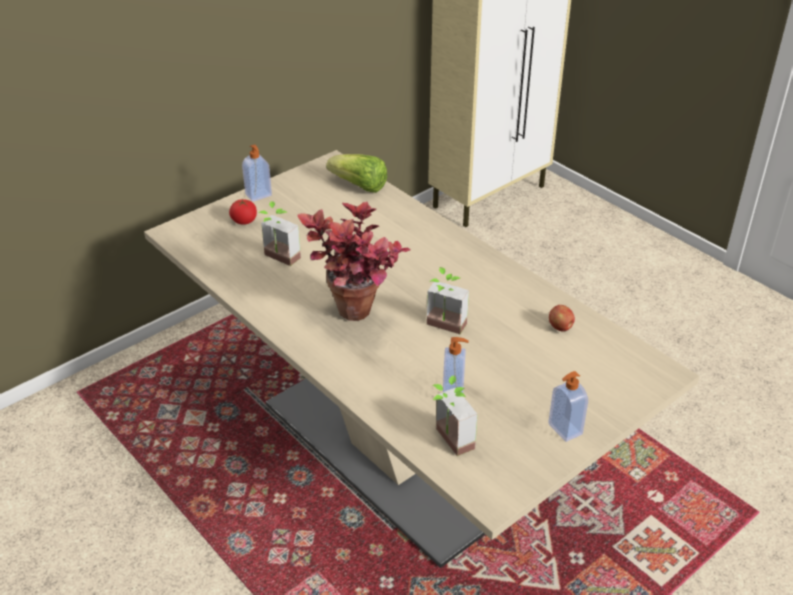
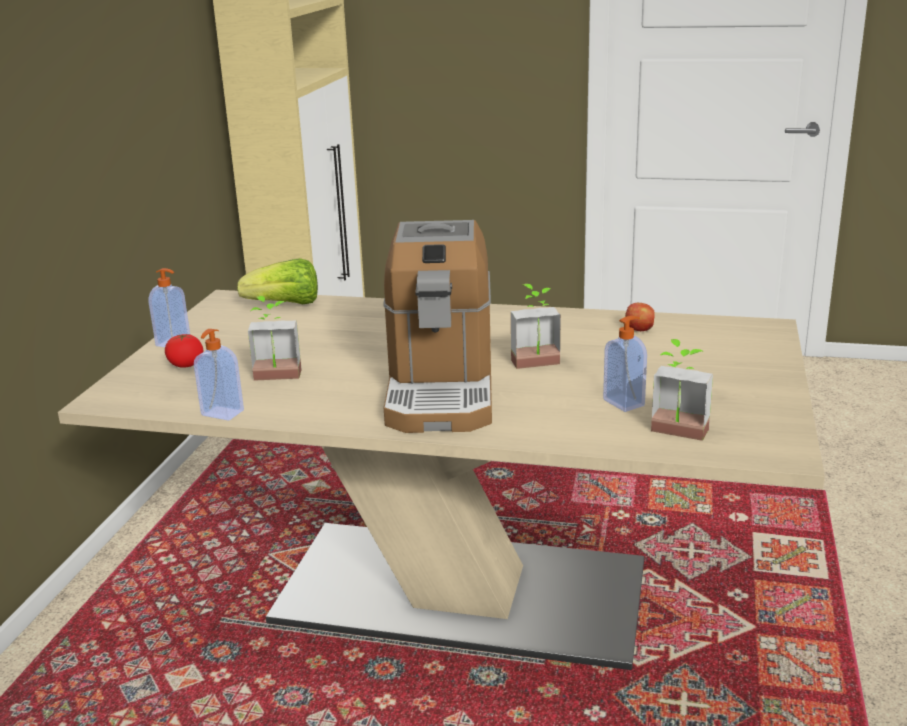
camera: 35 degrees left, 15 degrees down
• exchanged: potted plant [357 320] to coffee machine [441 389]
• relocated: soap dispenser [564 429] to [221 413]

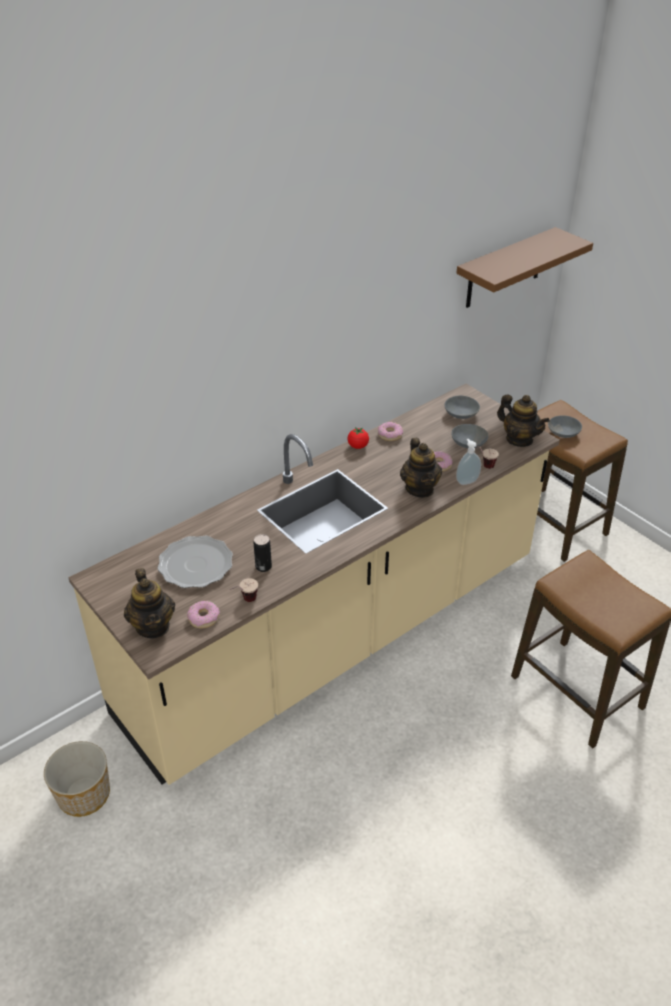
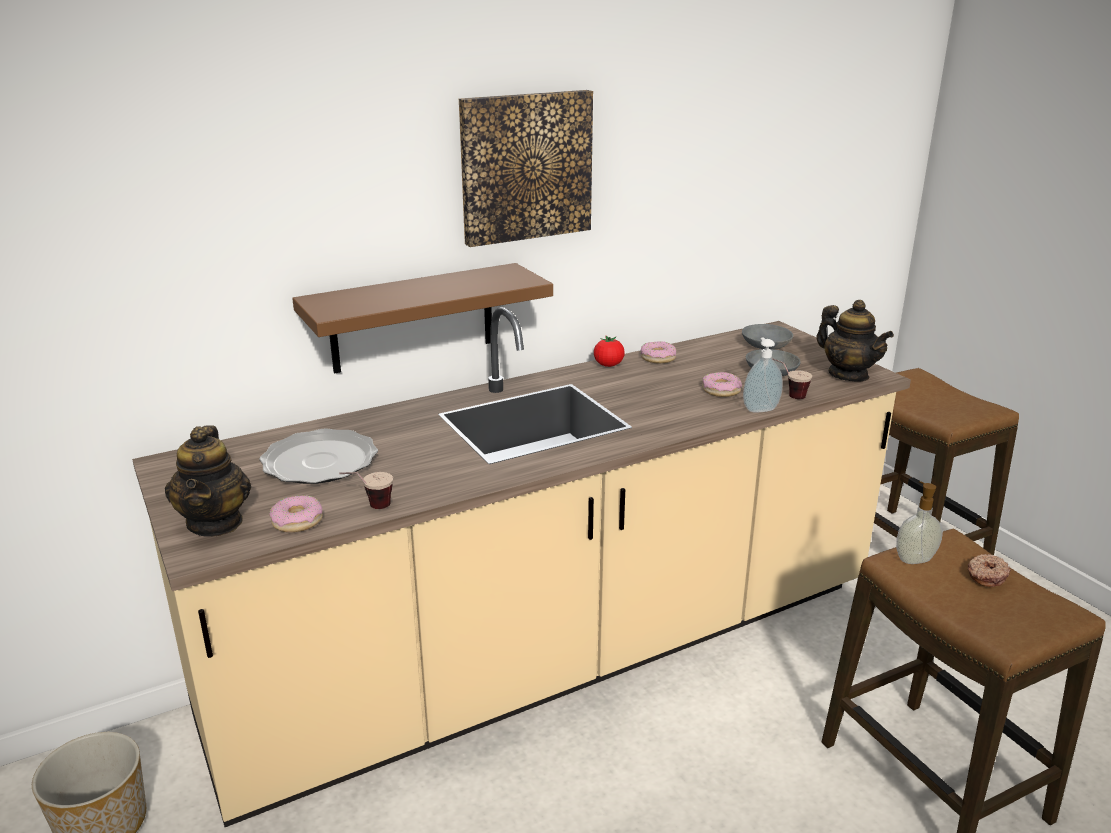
camera: 10 degrees right, 15 degrees down
• missing: can [263 567]
• missing: teapot [420 489]
• relocated: brown shelf [504 269] to [412 318]
• missing: grey bowl [563 432]
• appeared: picture [525 166]
• appeared: soap dispenser [914 559]
• appeared: donut [986 575]

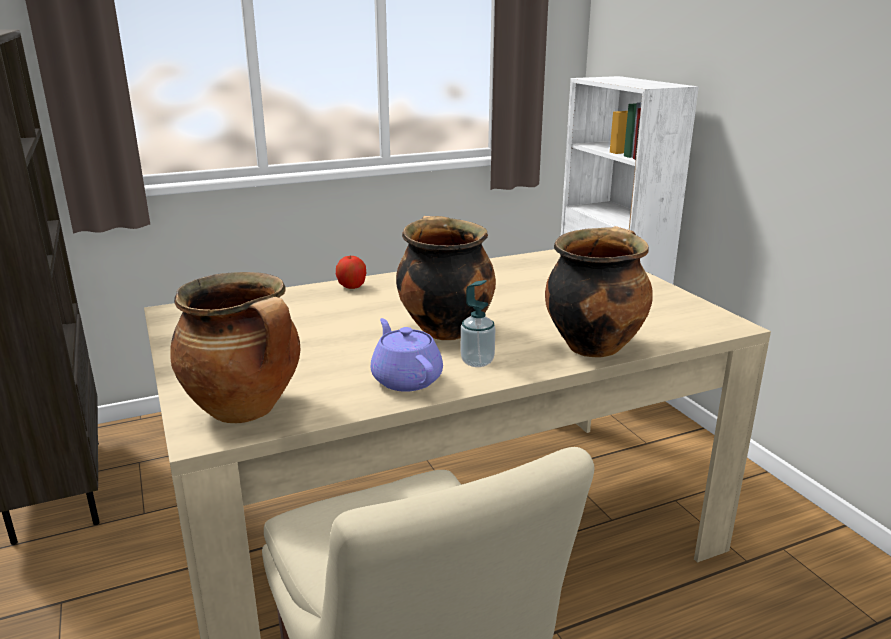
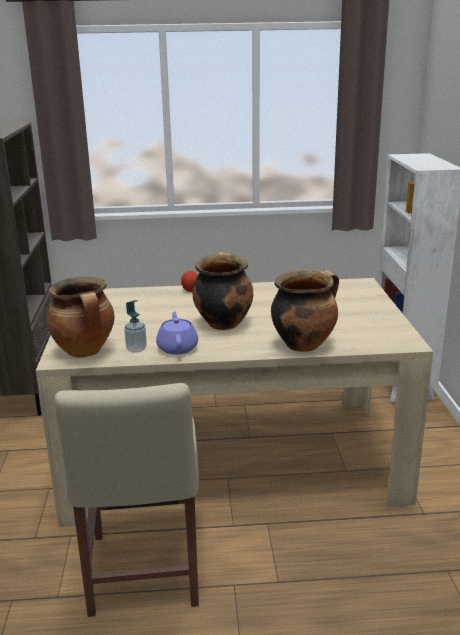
camera: 20 degrees right, 0 degrees up
• relocated: soap dispenser [477 362] to [136 349]

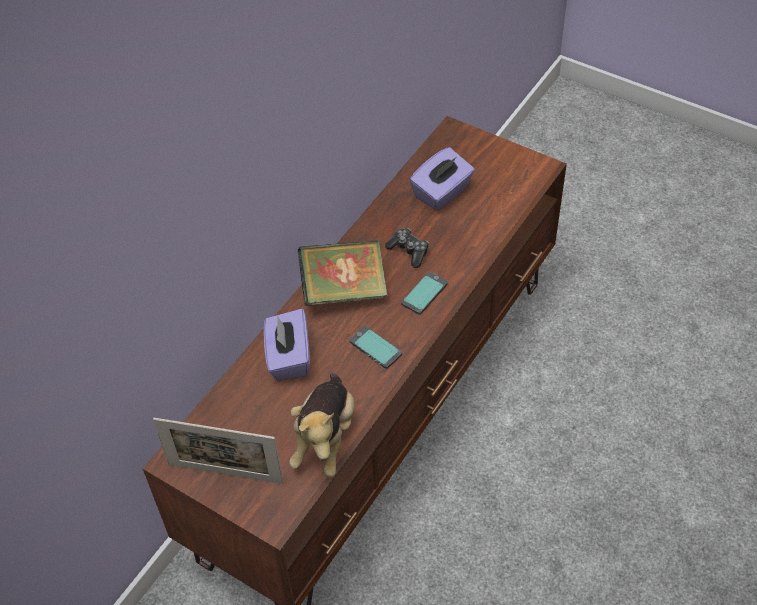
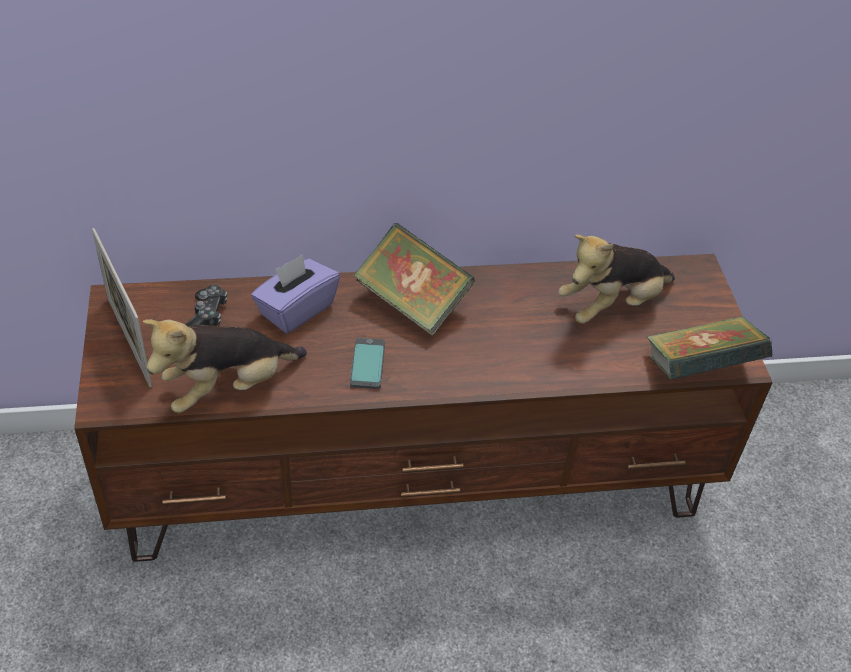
camera: 45 degrees right, 5 degrees down
• relocated: game controller [409 251] to [207 314]
• missing: phone [424 293]
• exchanged: purple tissue box [442 193] to plush toy [611 305]
• appeared: book [699 370]

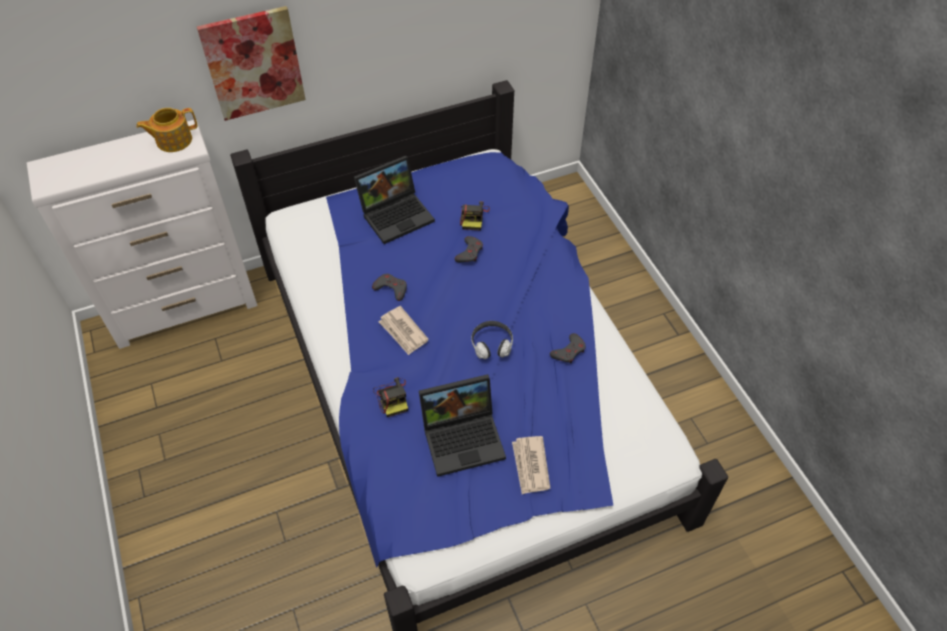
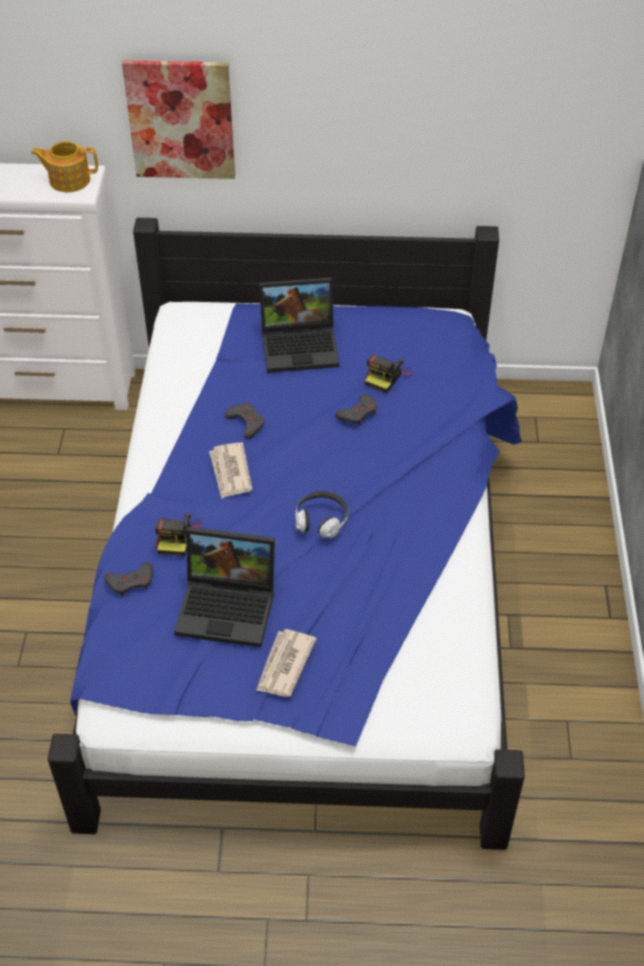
camera: 25 degrees right, 5 degrees down
• relocated: grey game controller [569 351] to [131 582]

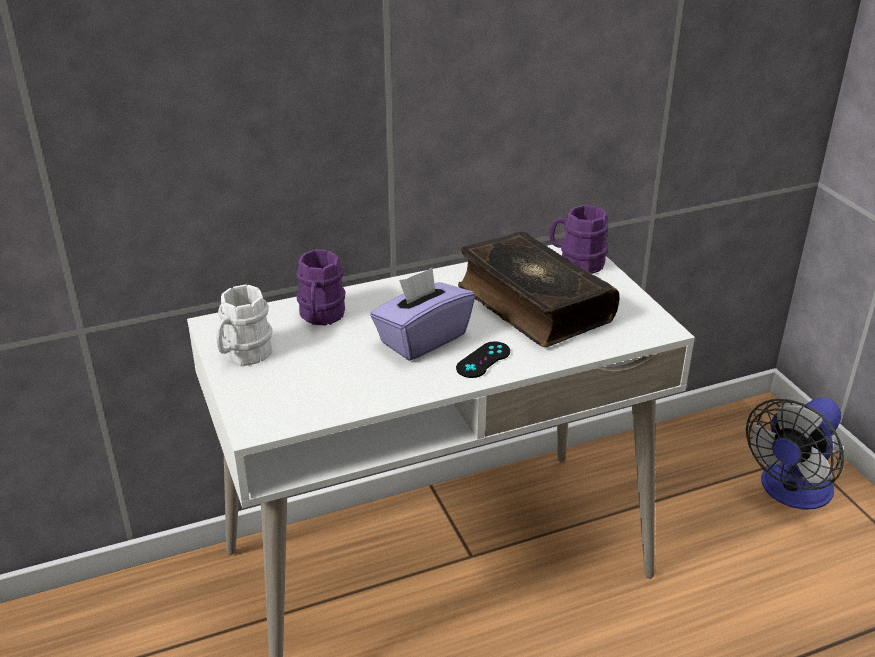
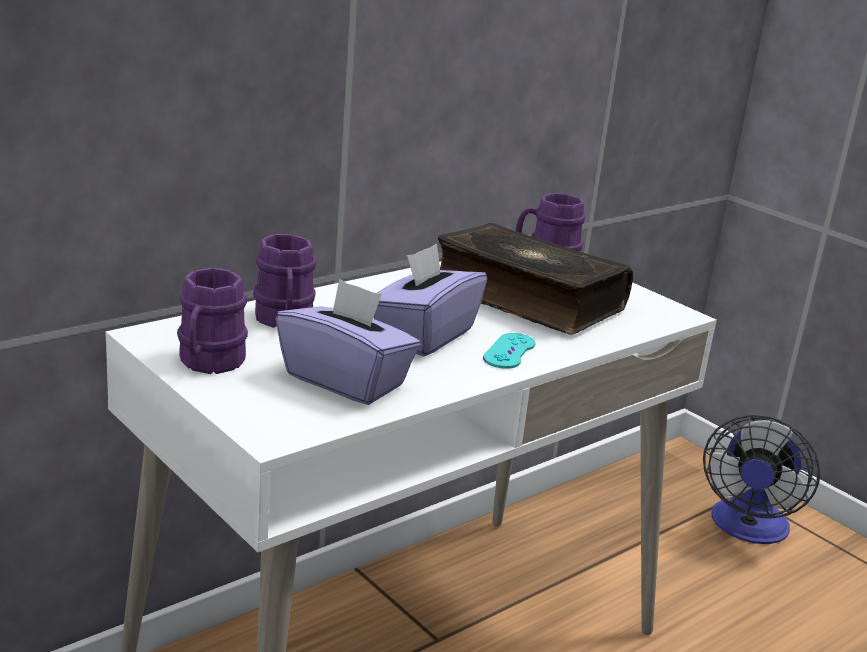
camera: 20 degrees left, 10 degrees down
• colour: white mug [243 355] to purple mug [208 363]
• colour: black game controller [483 360] to turquoise game controller [509 351]
• appeared: purple tissue box [346 380]

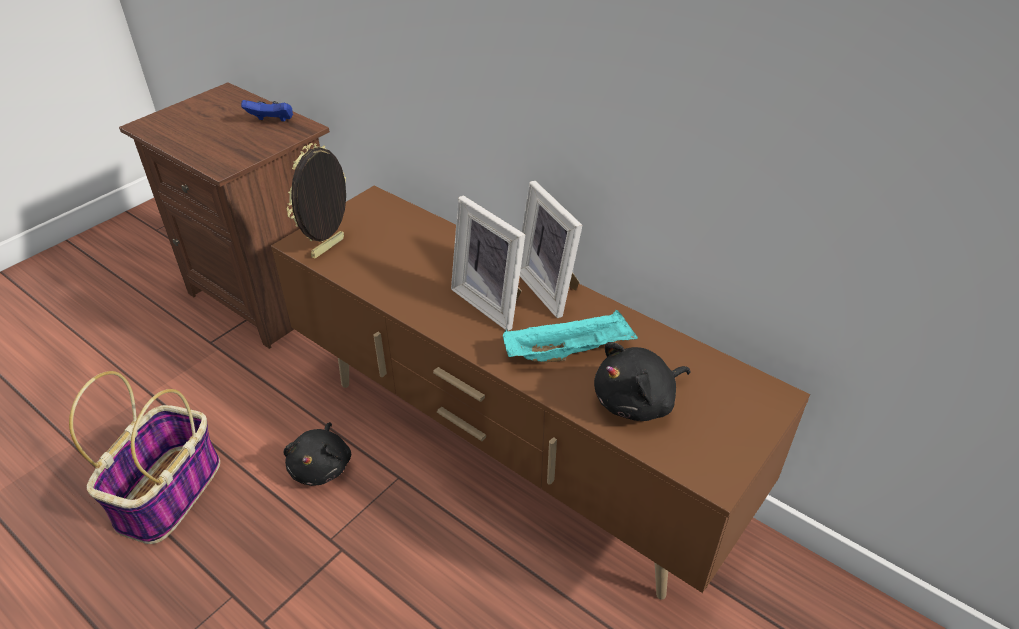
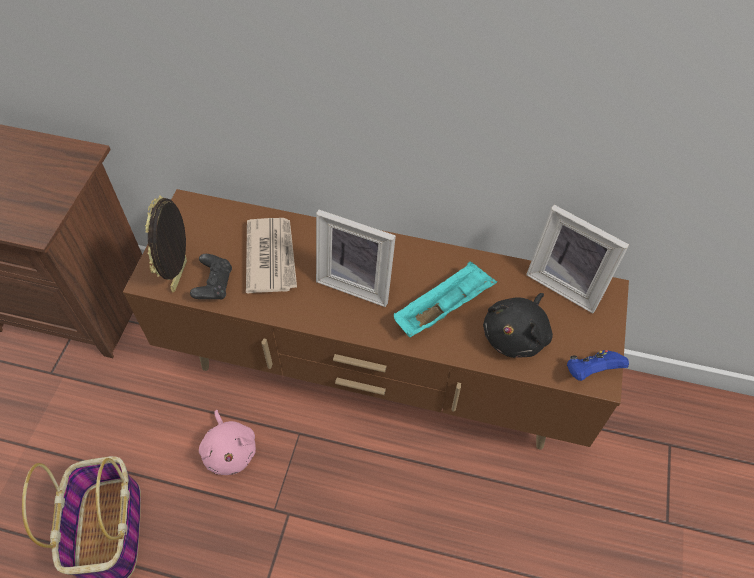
camera: 25 degrees left, 15 degrees up
• relocated: blue game controller [272 121] to [590 371]
• colour: black plush toy [322 466] to pink plush toy [230 450]
• relocated: picture frame [551 288] to [567 283]
• appeared: black game controller [214 285]
• appeared: newspaper [271 256]

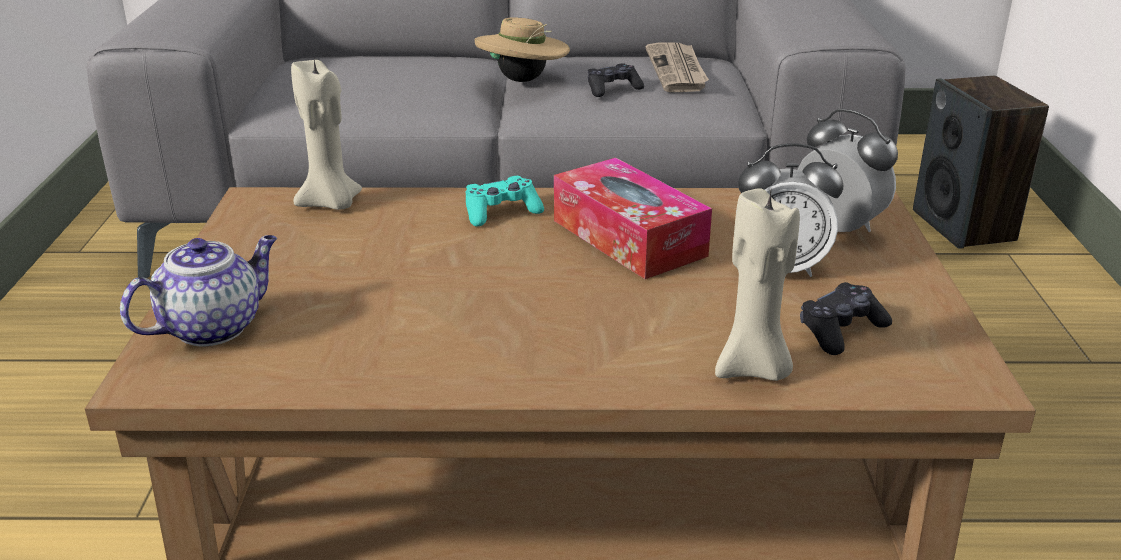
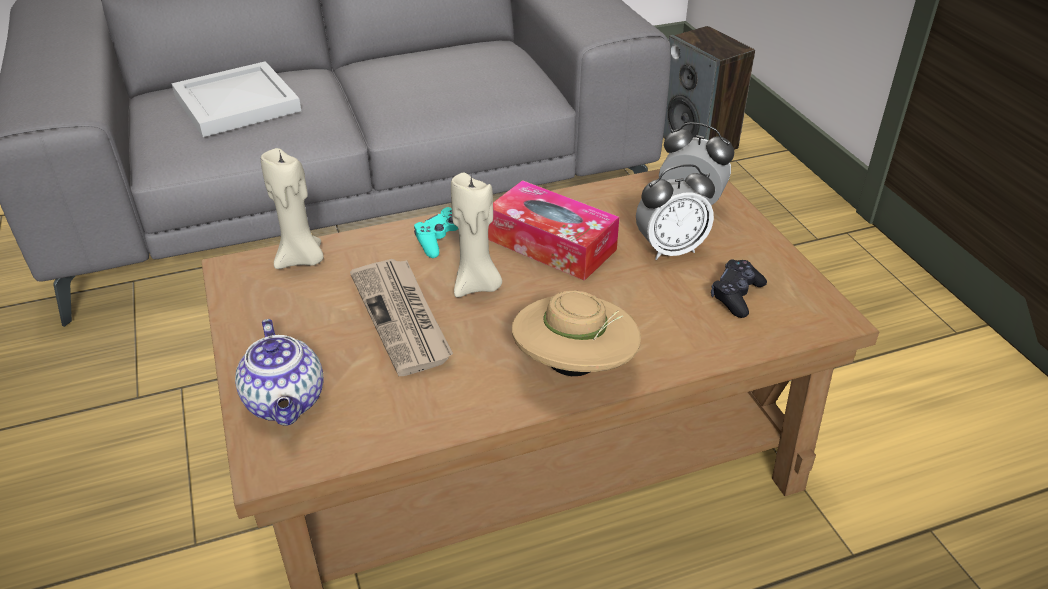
camera: 20 degrees left, 10 degrees up
• spun: teapot [213 327] = [286 402] 135 degrees clockwise
• relocated: beige hat [523 80] to [574 367]
• missing: black game controller [612 89]
• relocated: newspaper [678 70] to [403 318]
• relocated: beige candle [754 369] to [477 286]
• appeared: white tray [238 102]

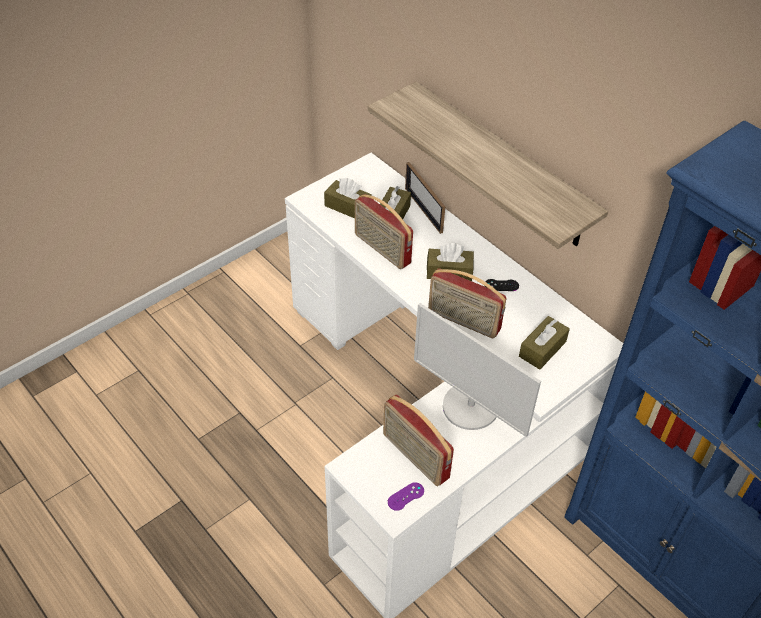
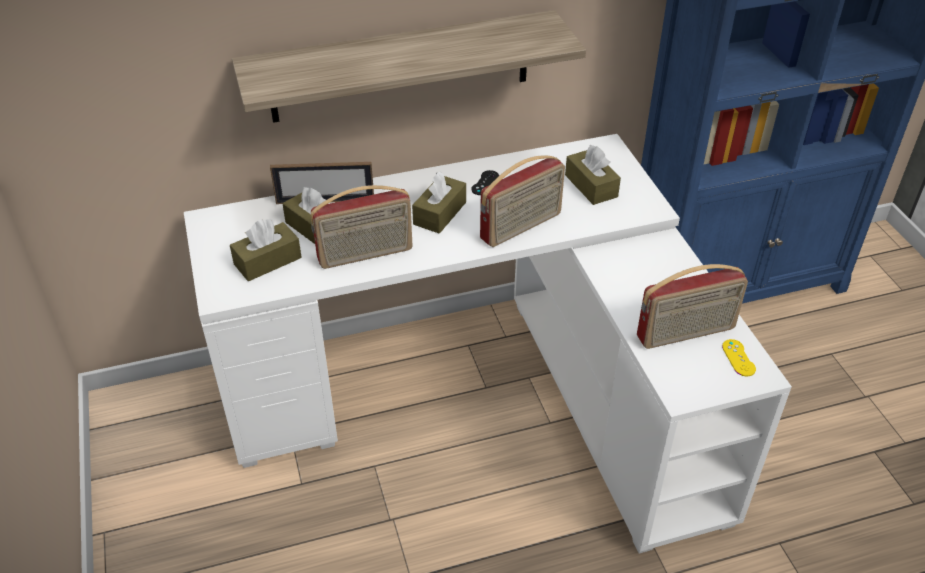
camera: 65 degrees left, 5 degrees down
• colour: purple game controller [406 496] to yellow game controller [738 358]
• missing: monitor [470 407]

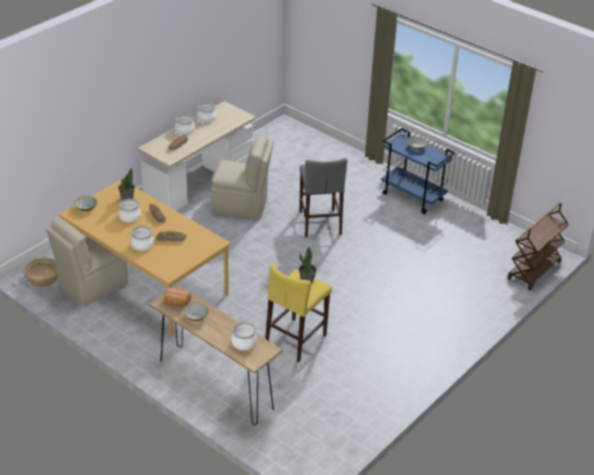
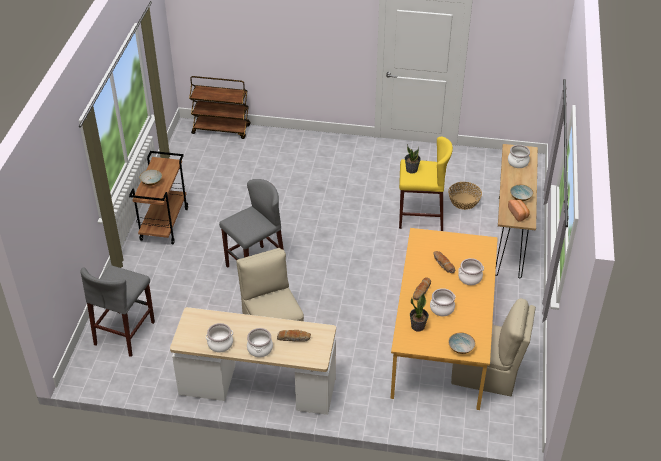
camera: 120 degrees left, 5 degrees up
• relocated: basket [42 278] to [464 201]
• colour: blue cart [413 197] to brown cart [164 224]
• appeared: grey stool [125 333]

